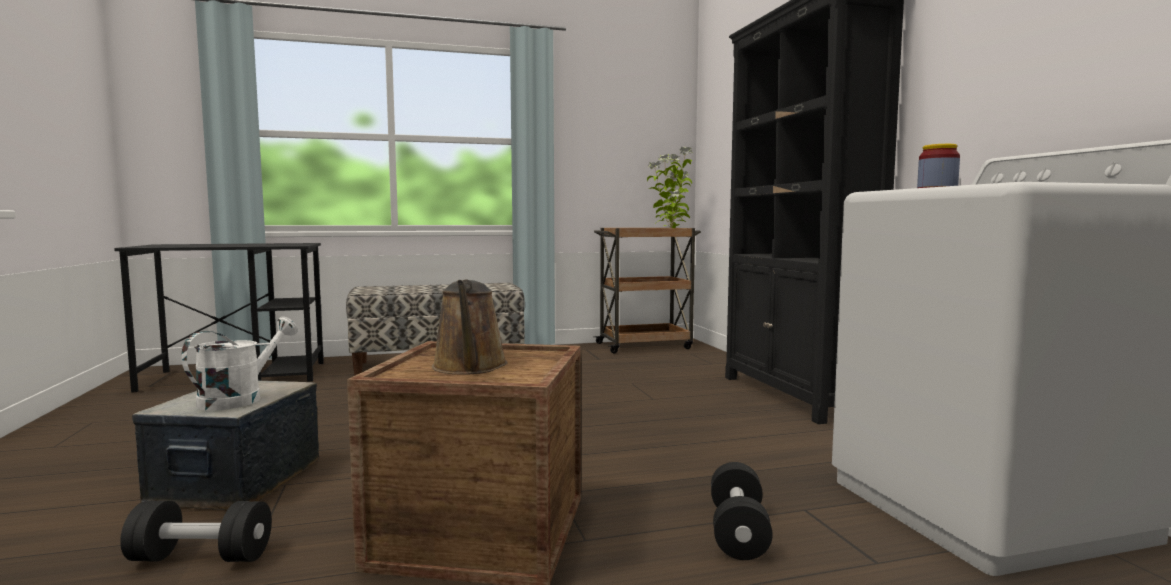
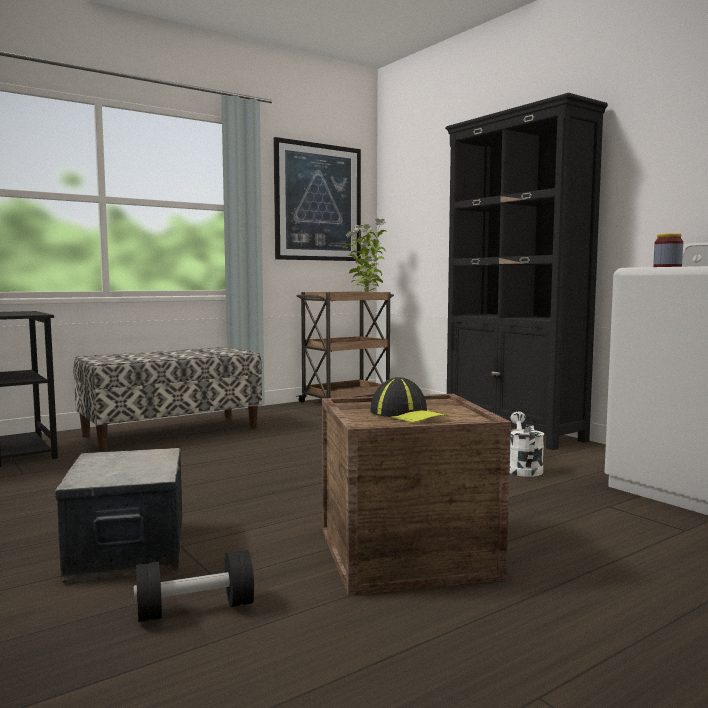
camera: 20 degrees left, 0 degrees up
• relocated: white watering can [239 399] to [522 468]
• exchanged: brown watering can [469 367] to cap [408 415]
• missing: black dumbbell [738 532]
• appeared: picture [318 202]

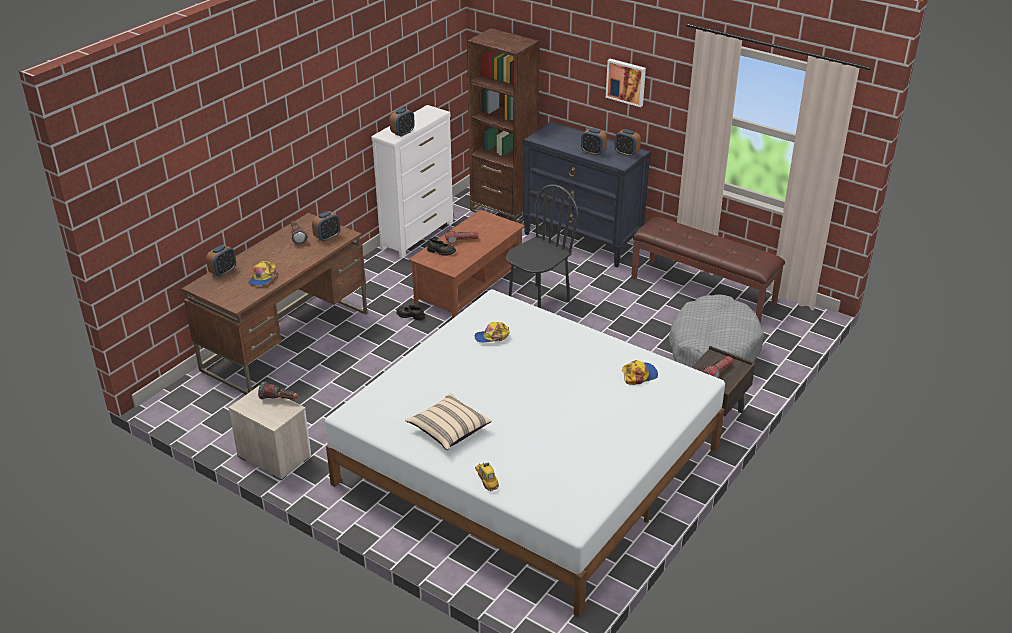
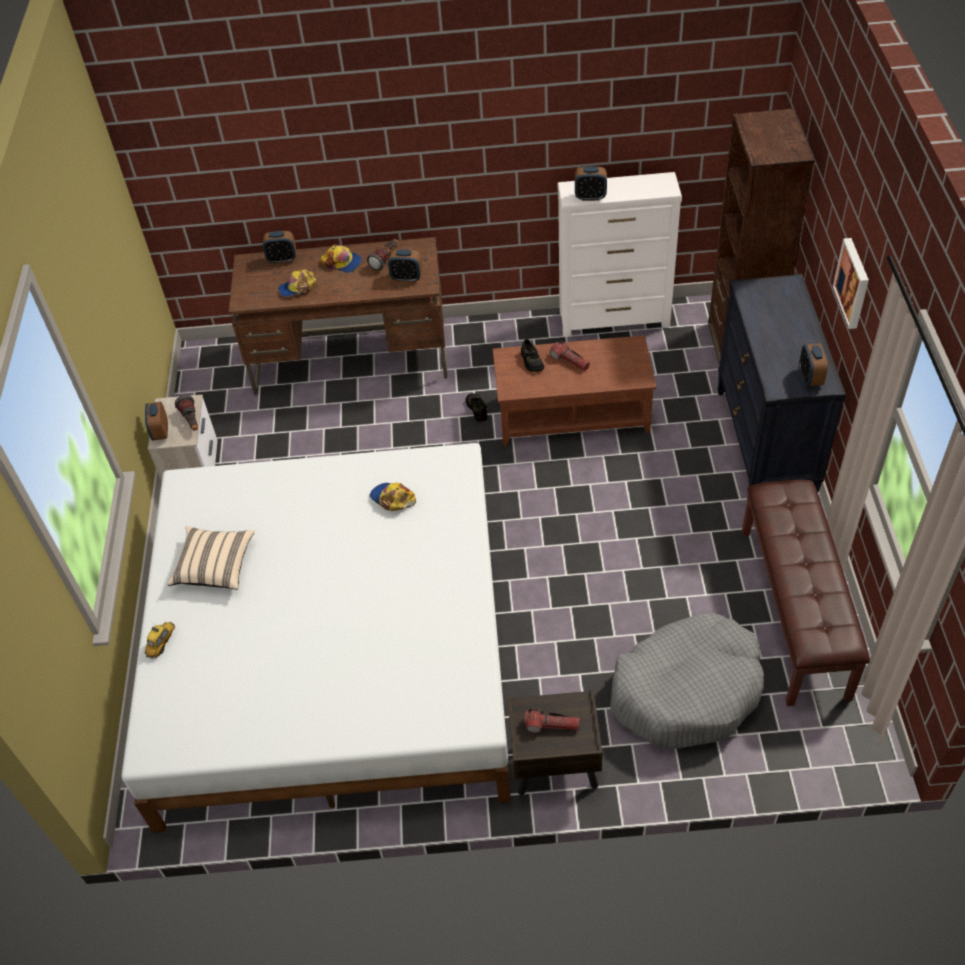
camera: 55 degrees right, 15 degrees up
• missing: black chair [538 302]
• relocated: alarm clock [593 152] to [160 432]
• relocated: cap [639 375] to [342 262]

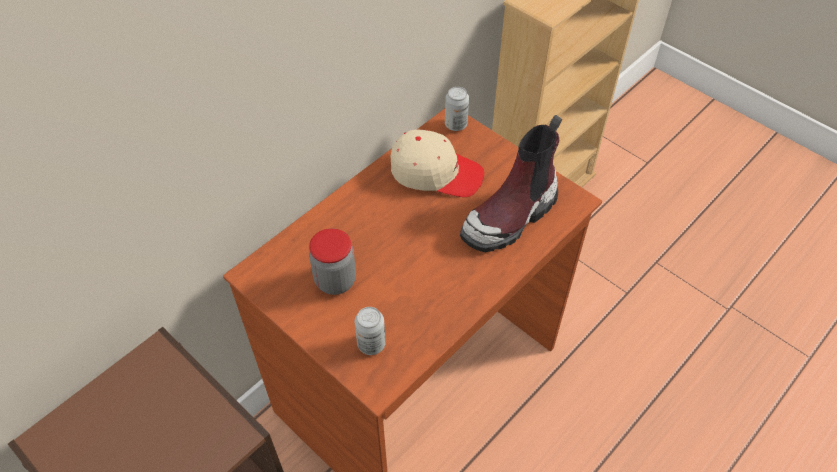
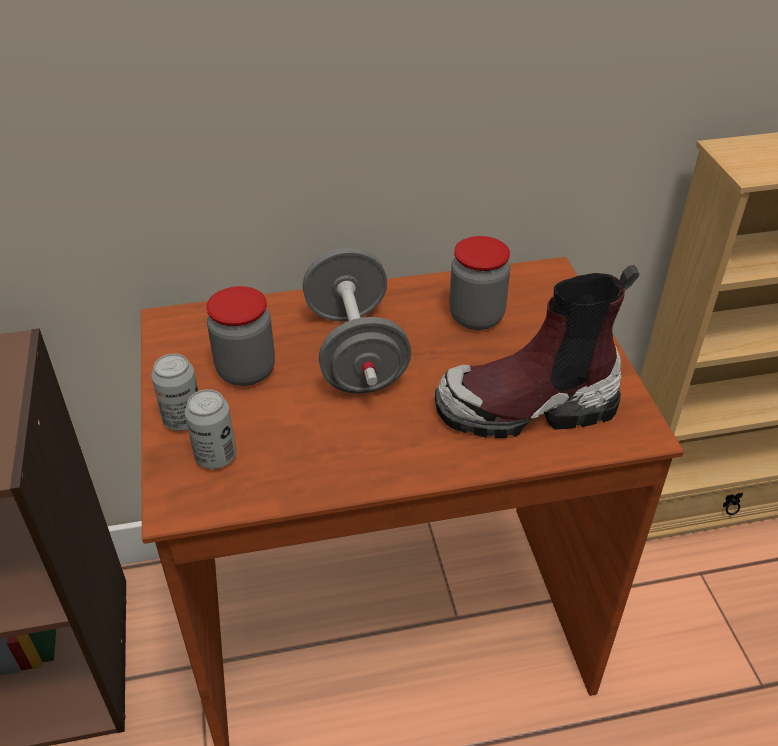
camera: 35 degrees right, 10 degrees down
• exchanged: beige cap [436 172] to jar [476 317]
• relocated: can [455 124] to [183 419]
• appeared: grey dumbbell [355 352]

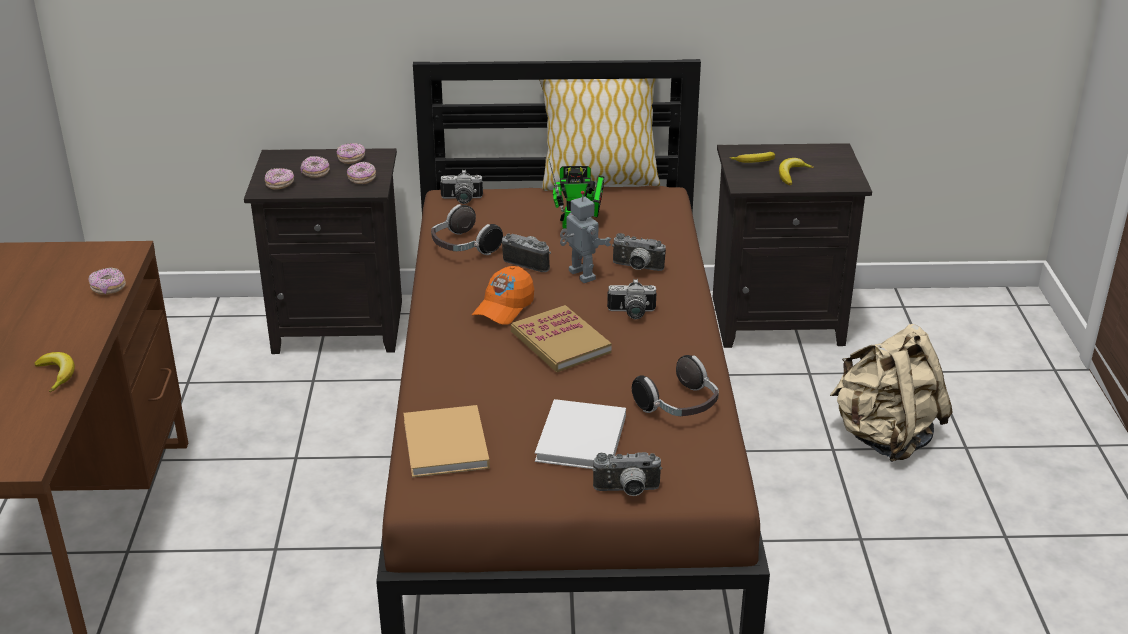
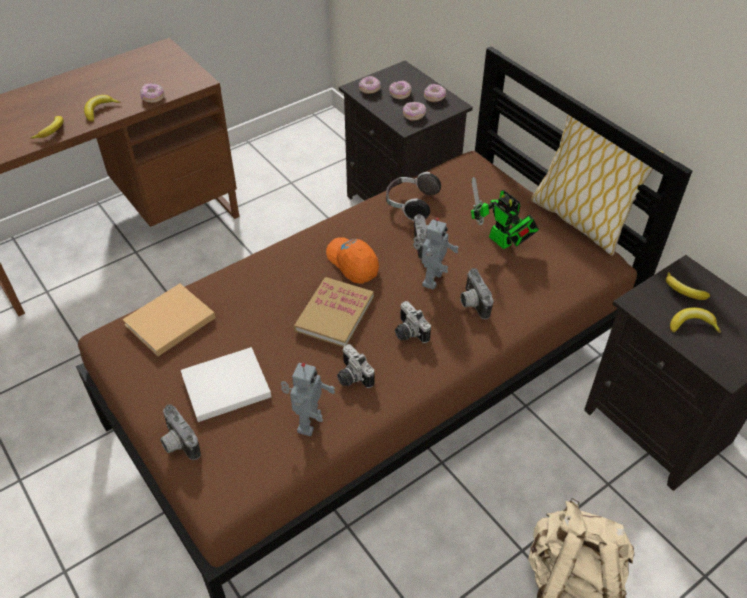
camera: 55 degrees right, 15 degrees up
• relocated: photo camera [461 200] to [351 377]
• spun: orange cap [504 307] = [352 263] 60 degrees clockwise
• exchanged: headphones [679 407] to toy robot [307 422]
• appeared: banana [99 110]

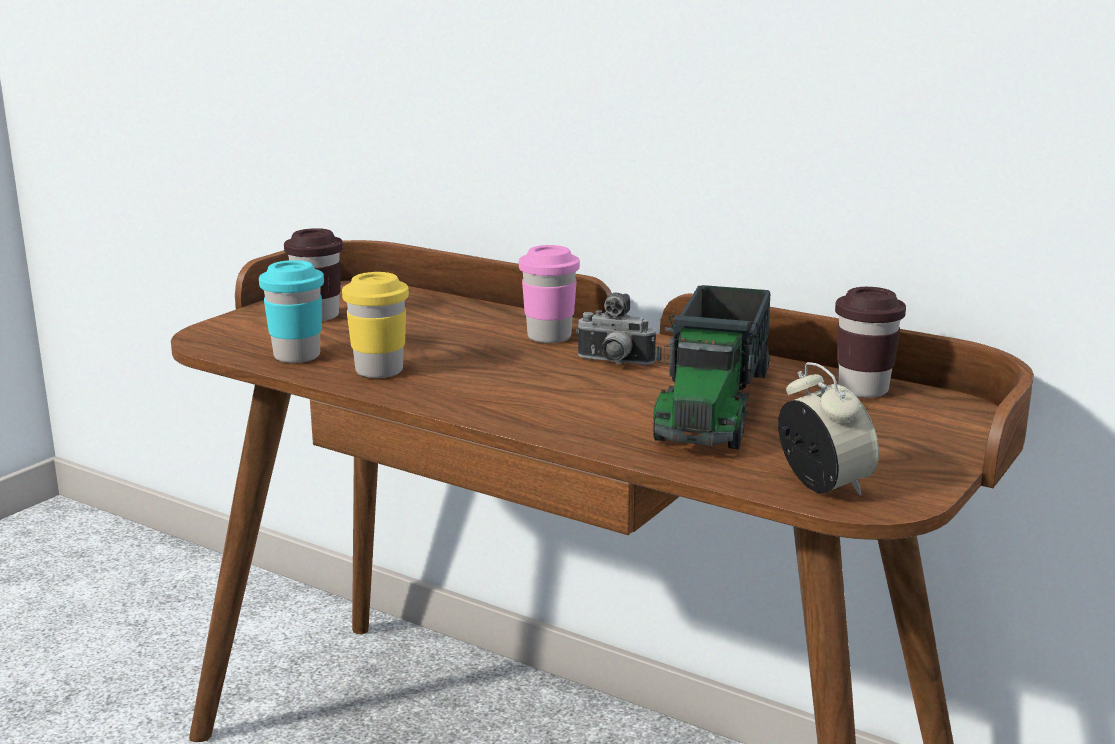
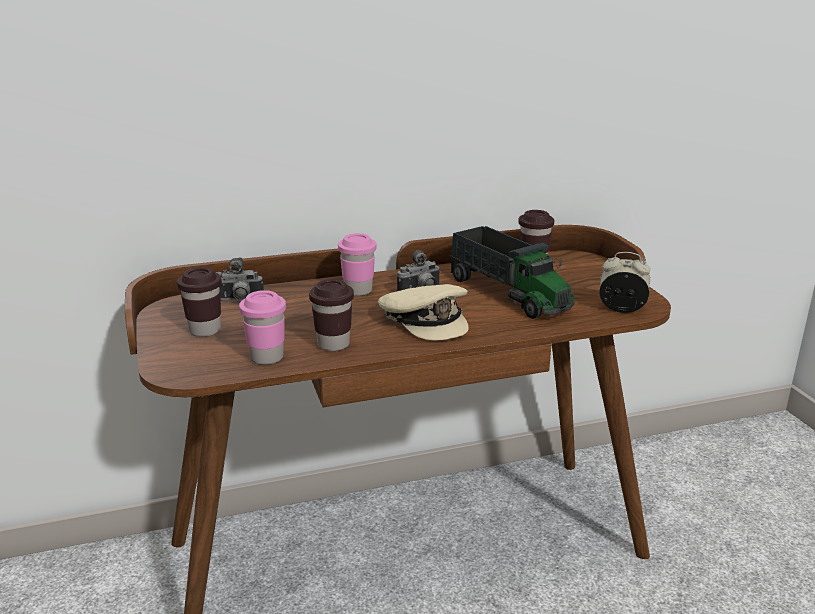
camera: 50 degrees left, 5 degrees up
• colour: turquoise cup [297 356] to pink cup [267 357]
• colour: yellow cup [379 371] to brown cup [333 344]
• appeared: photo camera [239 300]
• appeared: beige cap [426 320]

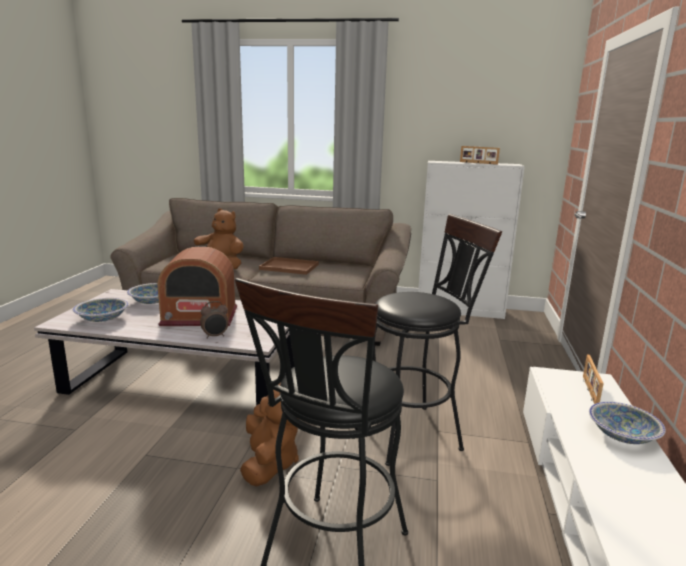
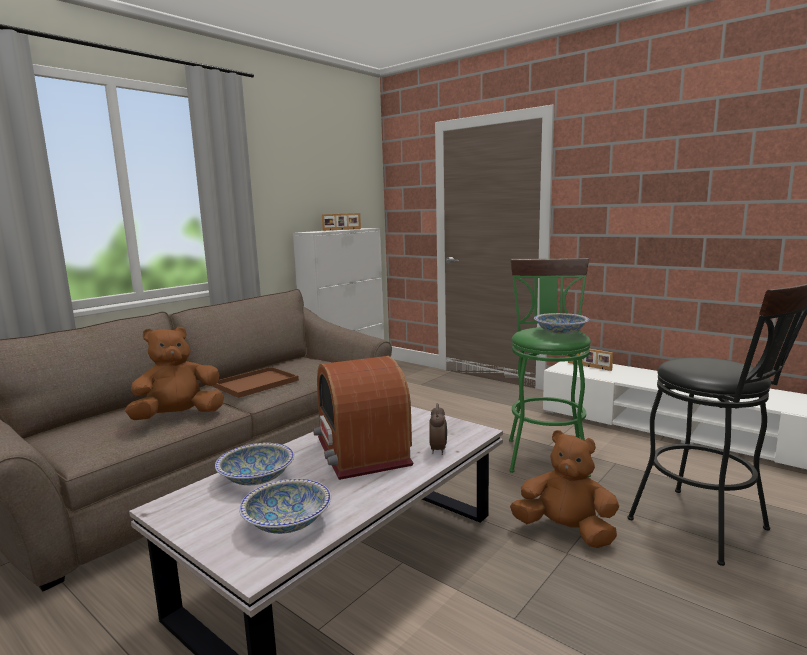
camera: 60 degrees left, 5 degrees down
• spun: radio [200 316] = [361 452] 135 degrees clockwise
• colour: black stool [416 432] to green stool [545 453]
• relocated: bowl [622 435] to [560 332]

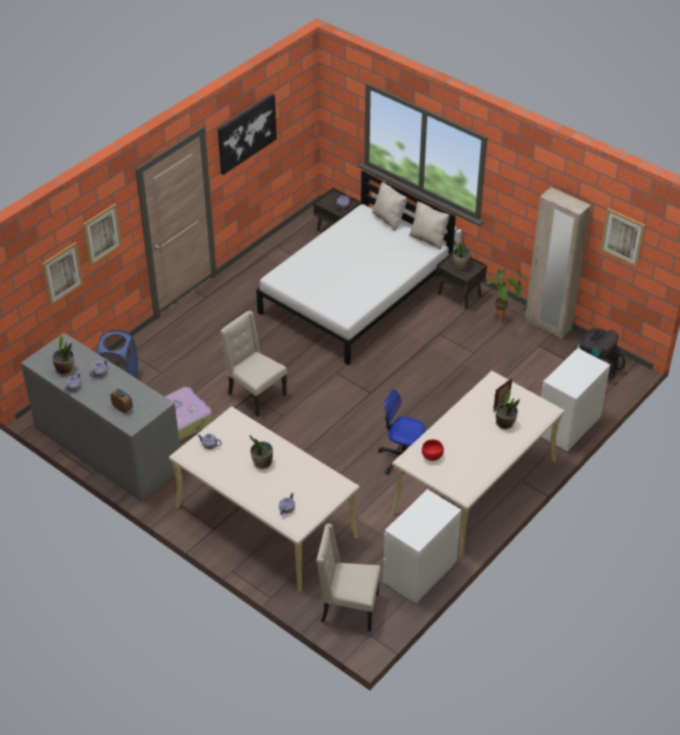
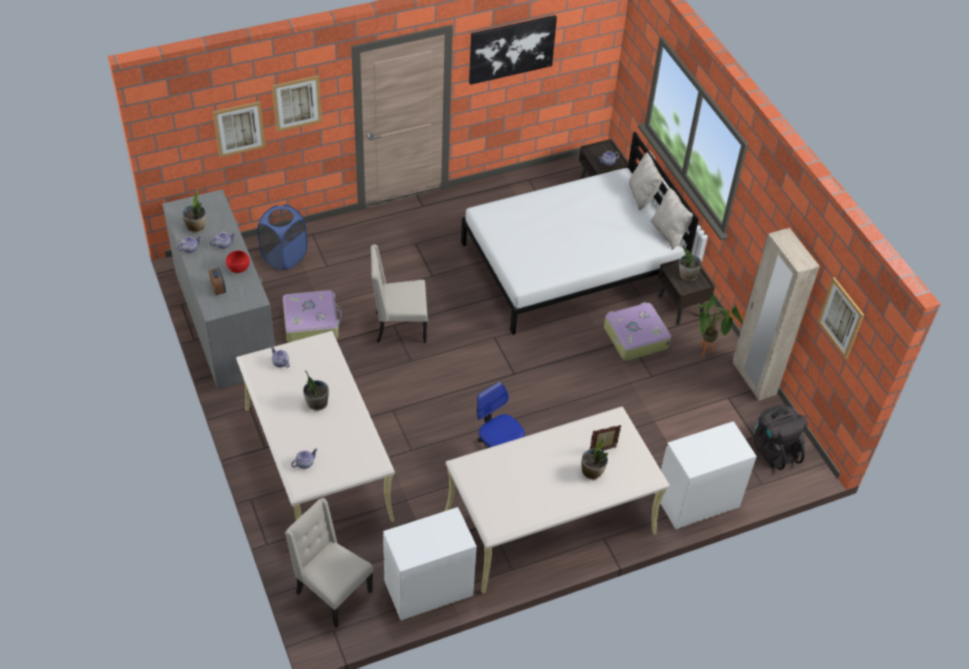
camera: 25 degrees right, 5 degrees up
• spun: beige chair [255 395] = [399 327] 75 degrees counterclockwise
• relocated: red bowl [432 456] to [239 268]
• appeared: suitcase [635 337]

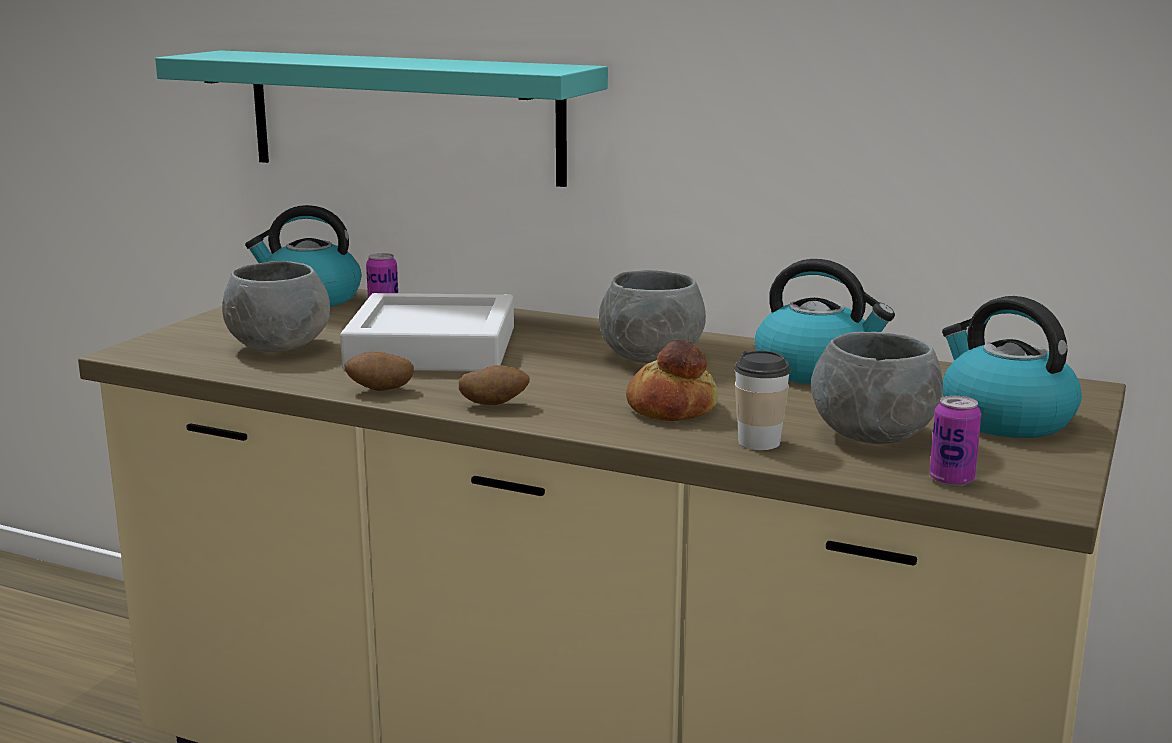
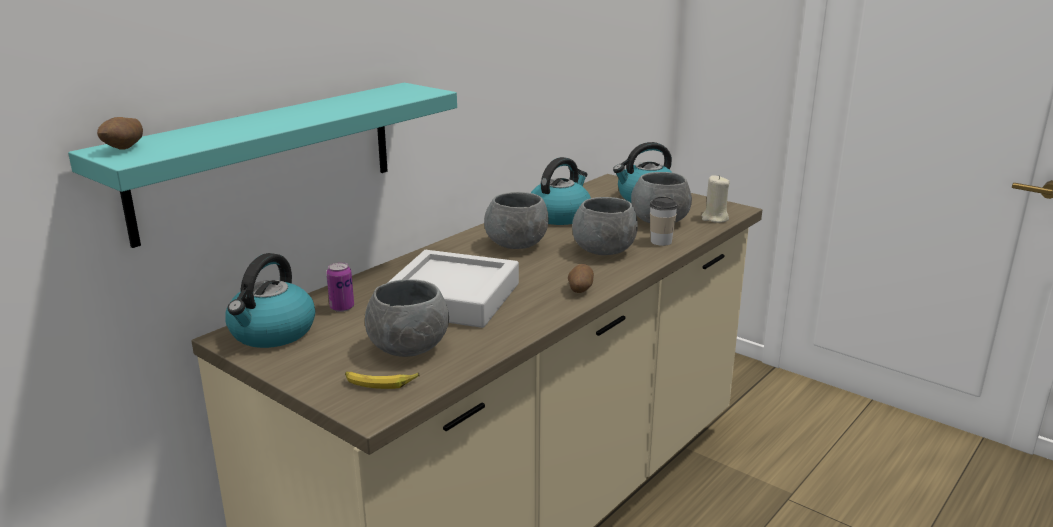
camera: 75 degrees left, 5 degrees up
• relocated: potato [380 390] to [124 149]
• exchanged: bread [671 407] to grey bowl [604 251]
• exchanged: can [951 480] to beige candle [714 218]
• appeared: banana [380 383]

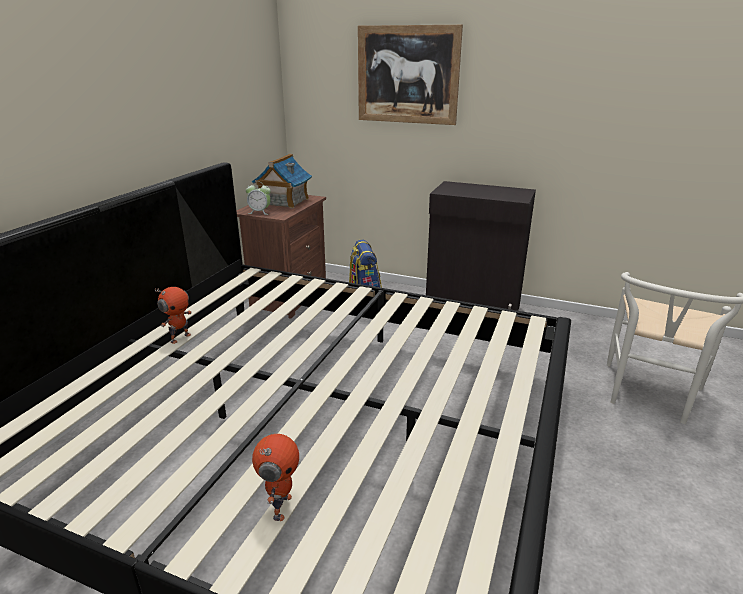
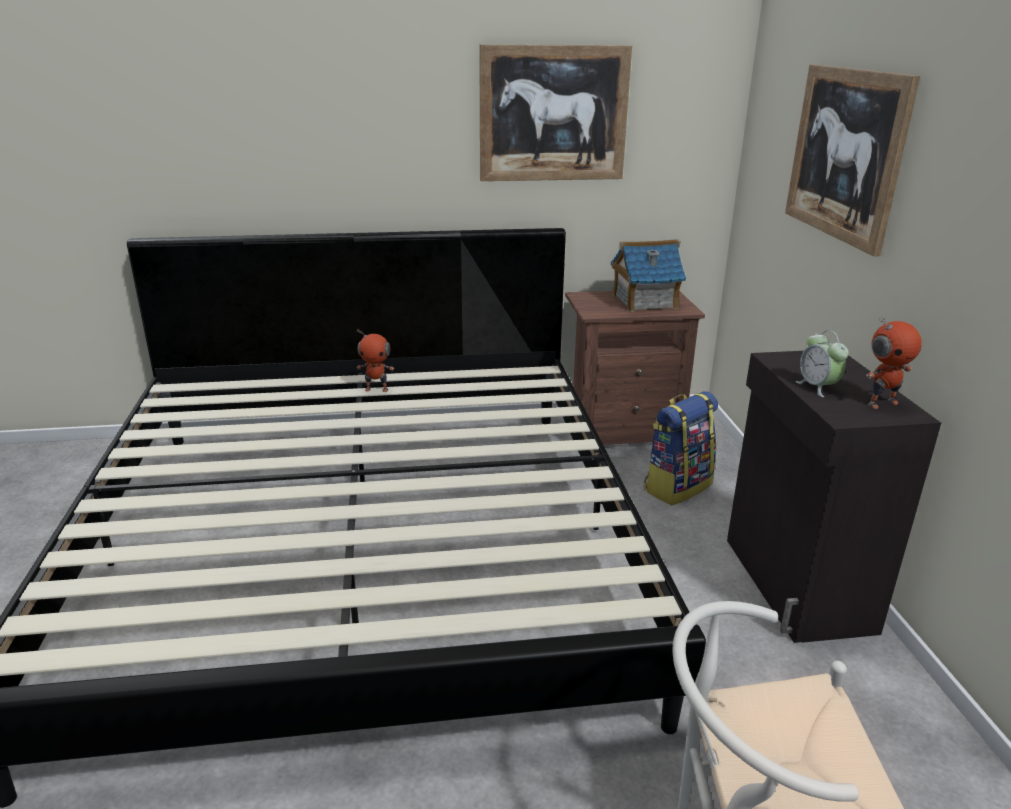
camera: 60 degrees right, 0 degrees up
• relocated: alarm clock [259 212] to [817 387]
• relocated: toy robot [280 506] to [881 403]
• appeared: picture [553 114]

